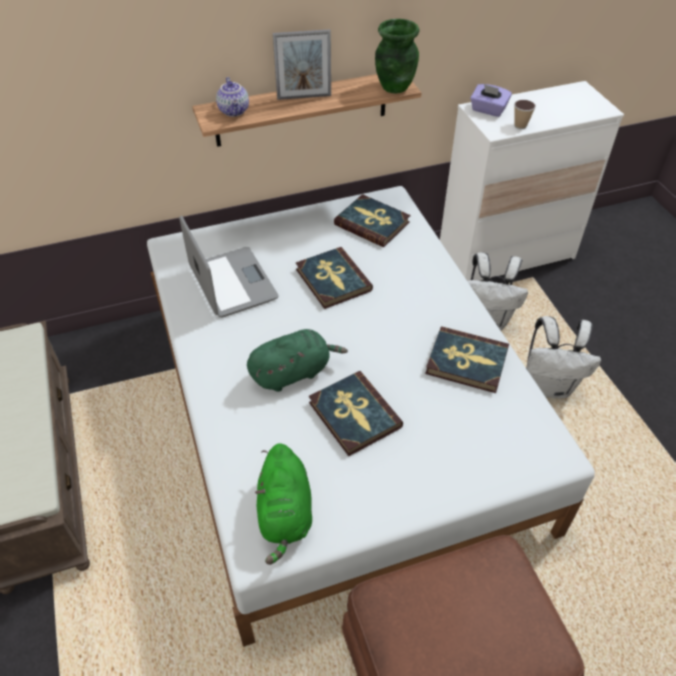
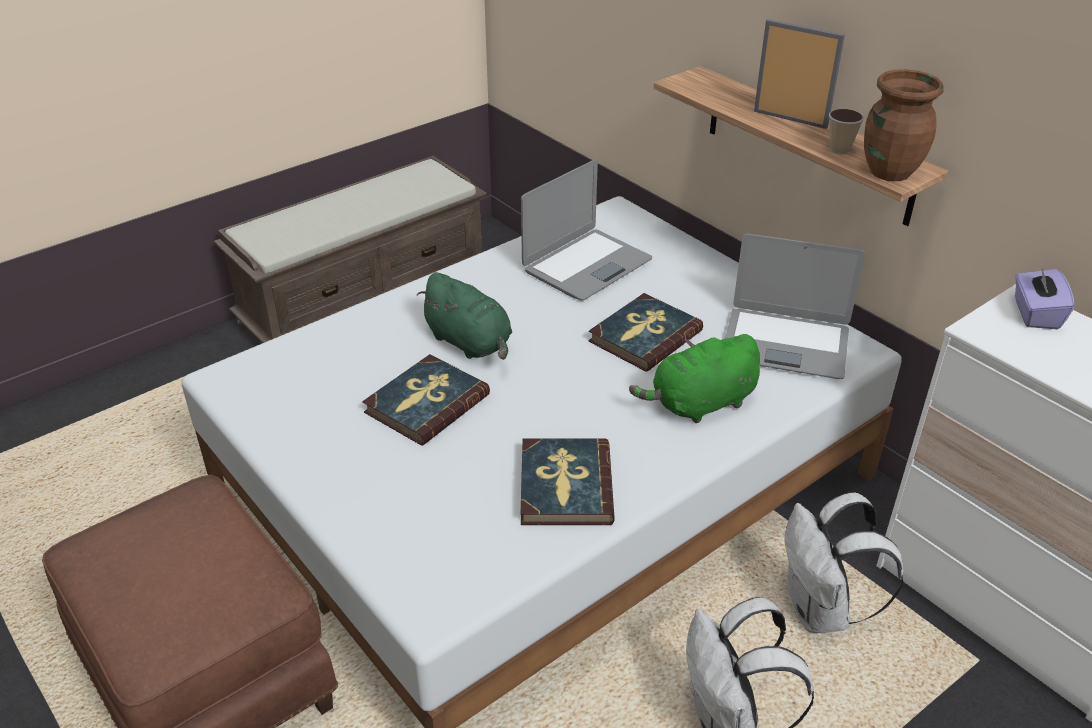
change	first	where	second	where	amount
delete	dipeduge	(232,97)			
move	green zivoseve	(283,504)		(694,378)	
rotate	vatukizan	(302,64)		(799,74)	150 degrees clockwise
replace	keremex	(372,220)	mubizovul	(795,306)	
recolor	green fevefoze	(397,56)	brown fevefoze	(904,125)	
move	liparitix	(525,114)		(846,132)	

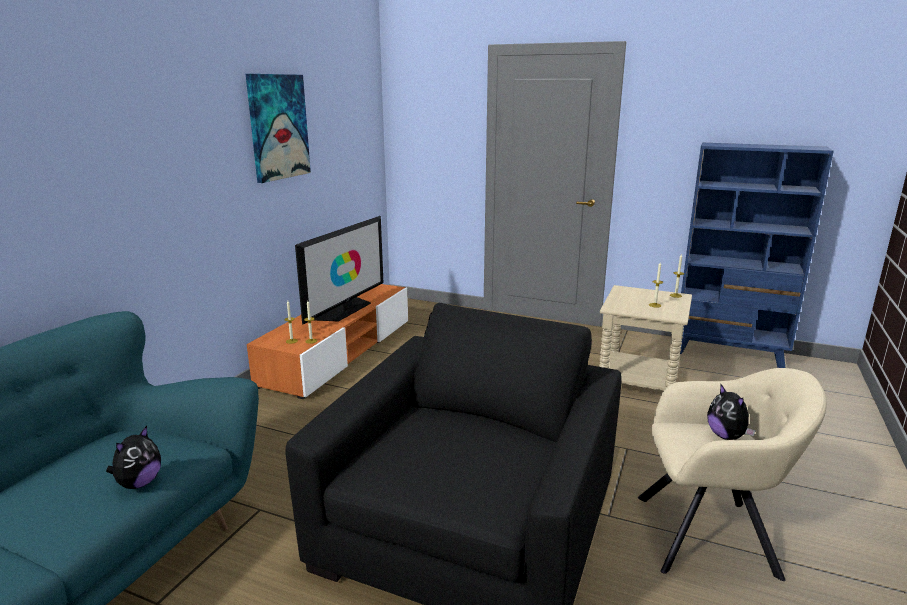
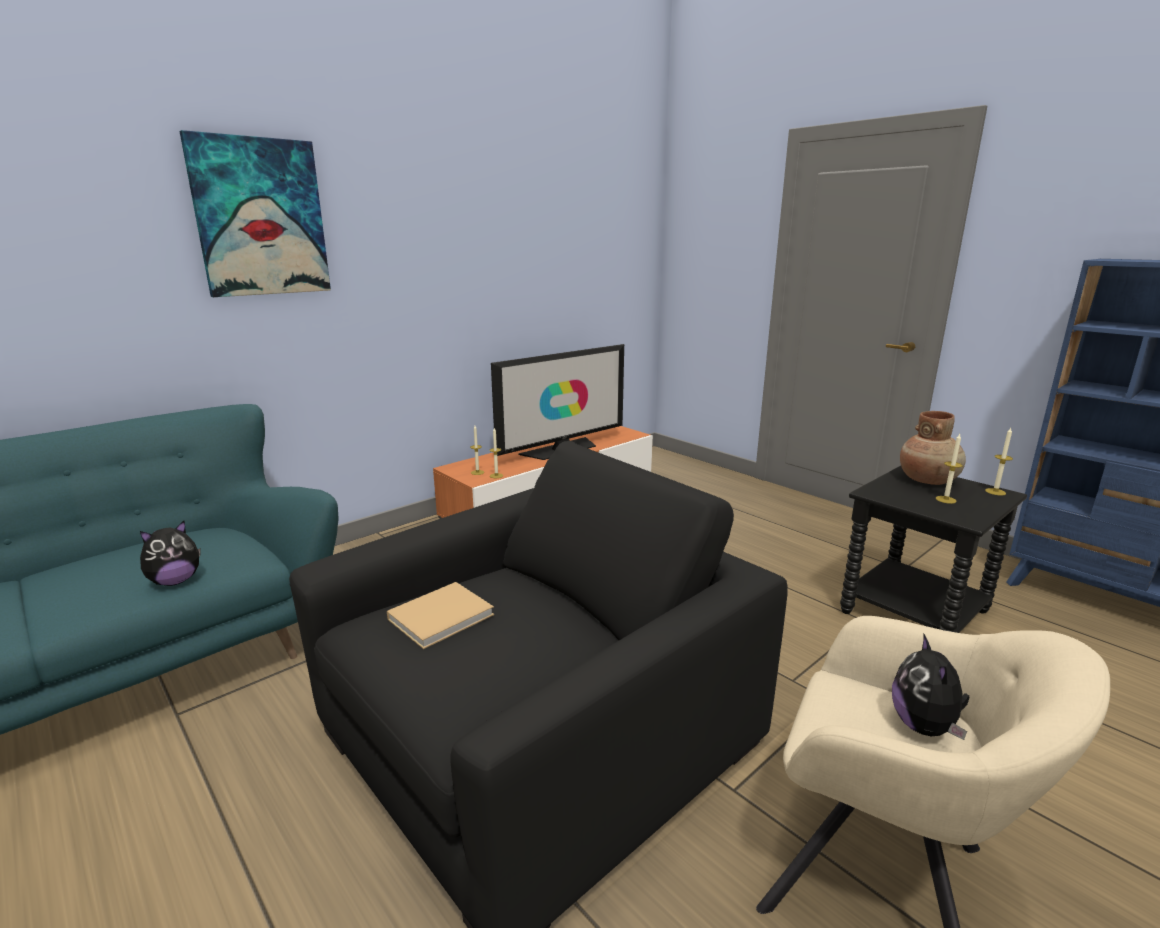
change	first	where	second	where	amount
move	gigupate	(278,128)		(255,213)	
recolor	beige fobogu	(645,338)	black fobogu	(933,549)	
insert			beige keremex	(440,615)	
insert			brown fevefoze	(933,448)	

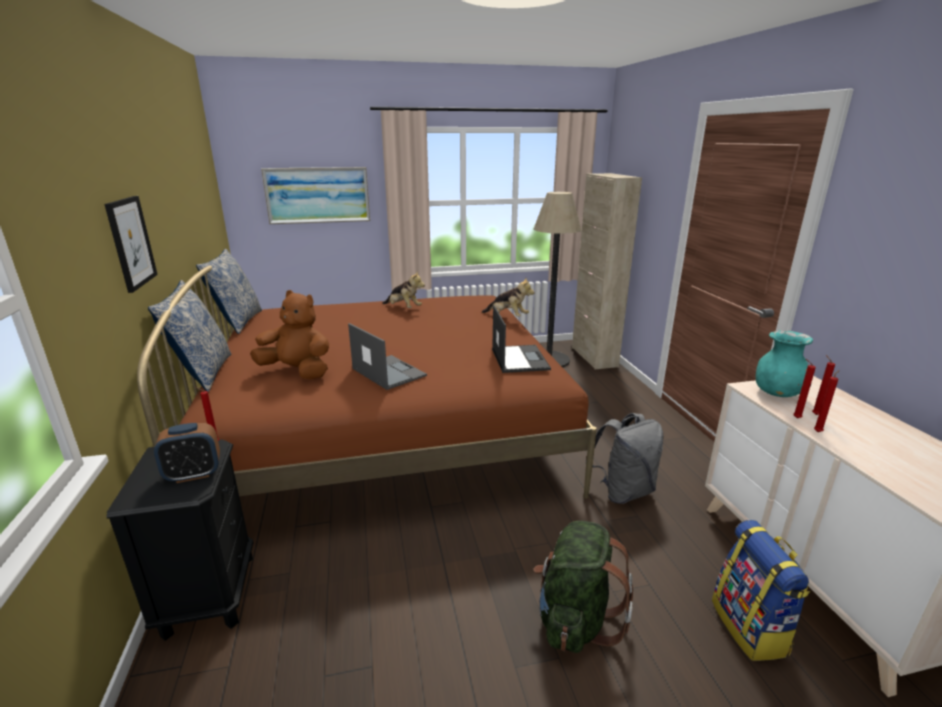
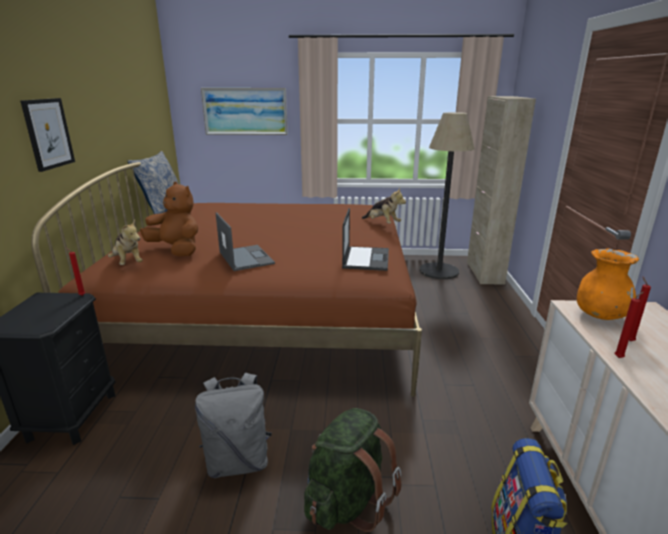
change	first	where	second	where	amount
delete	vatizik	(189,336)			
delete	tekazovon	(187,453)			
move	zivoseve	(403,289)		(125,242)	
move	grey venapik	(625,458)		(233,425)	
recolor	turquoise fevefoze	(784,363)	orange fevefoze	(608,284)	
delete	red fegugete	(804,388)			

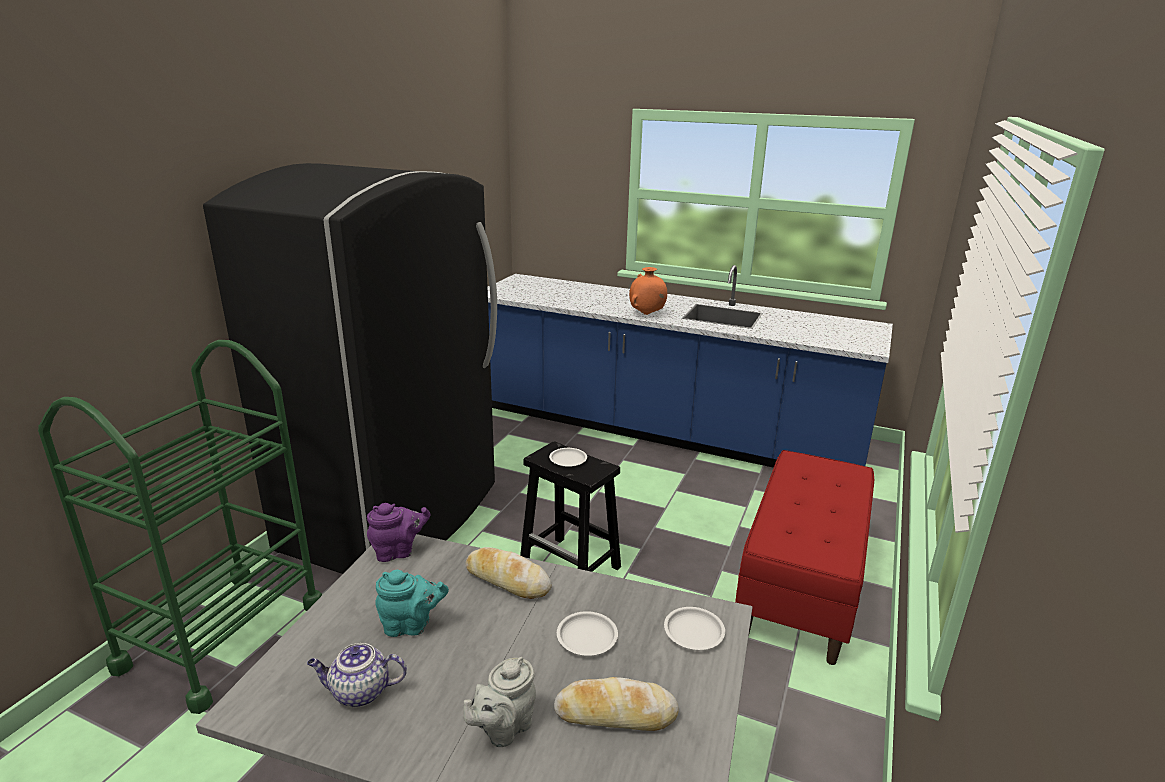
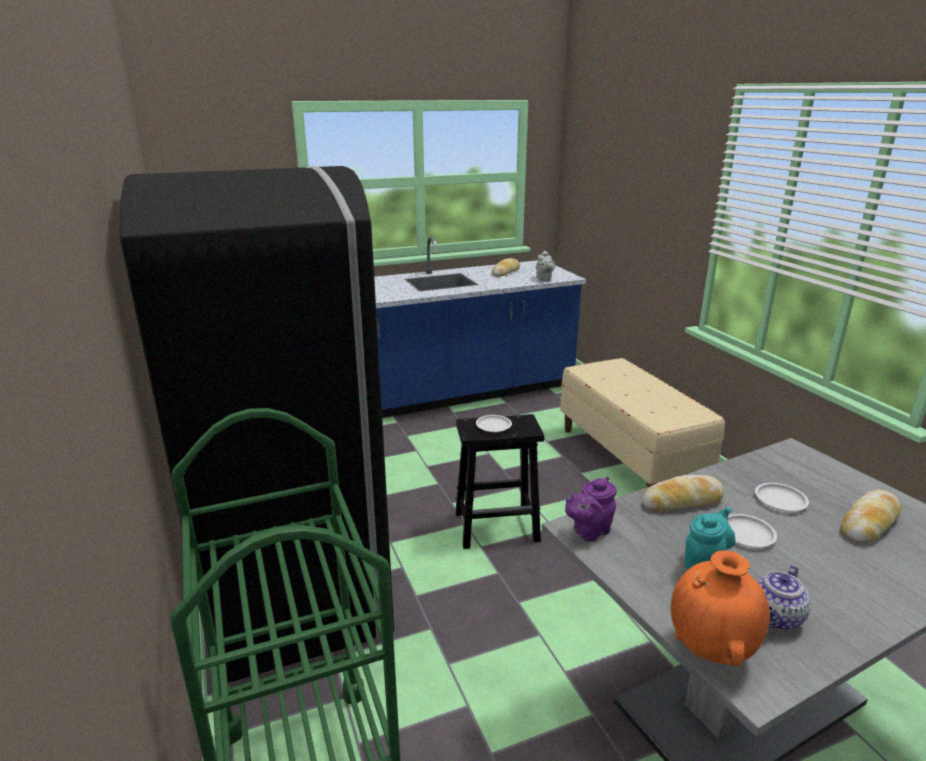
change	first	where	second	where	amount
rotate	purple dipeduge	(398,532)		(591,509)	150 degrees counterclockwise
move	grey dipeduge	(499,702)		(545,266)	
move	orange fevefoze	(648,291)		(720,608)	
move	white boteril	(694,628)		(752,530)	
recolor	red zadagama	(804,557)	beige zadagama	(642,422)	
insert			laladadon	(506,267)	

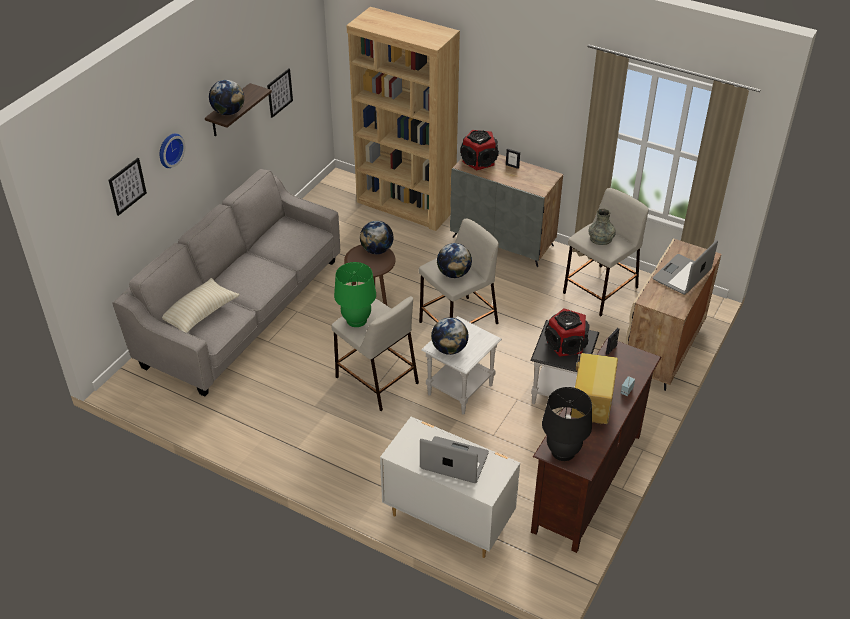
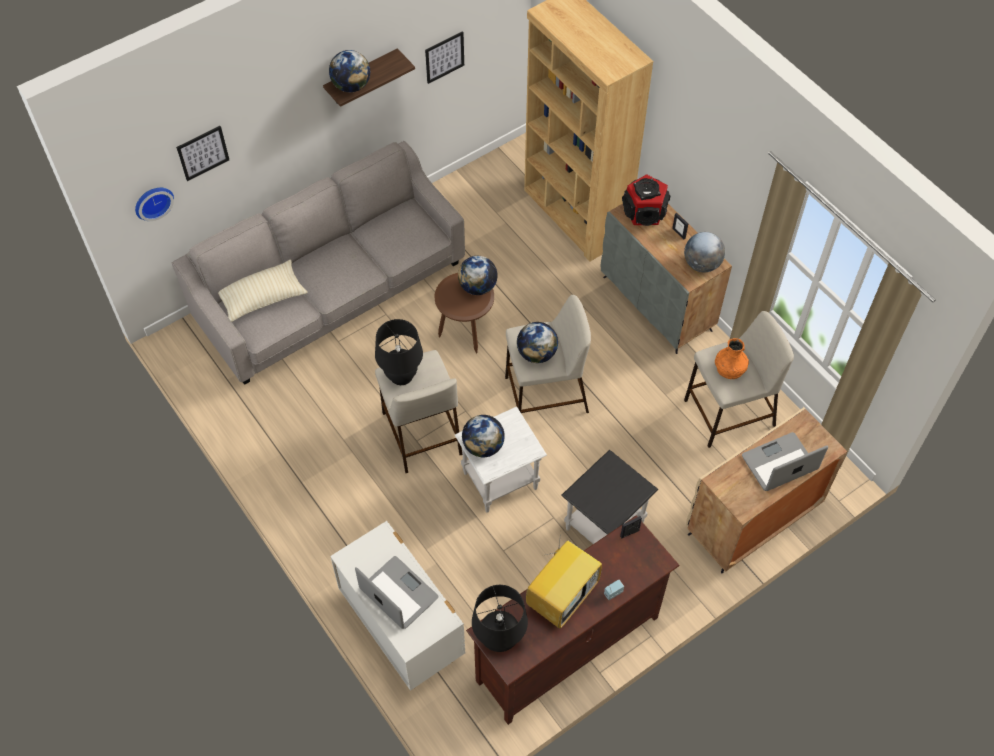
change	first	where	second	where	amount
move	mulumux	(172,150)		(154,204)	
recolor	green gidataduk	(355,294)	black gidataduk	(399,352)	
delete	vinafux	(567,332)			
recolor	grey fevefoze	(602,227)	orange fevefoze	(732,358)	
insert			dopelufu	(704,252)	

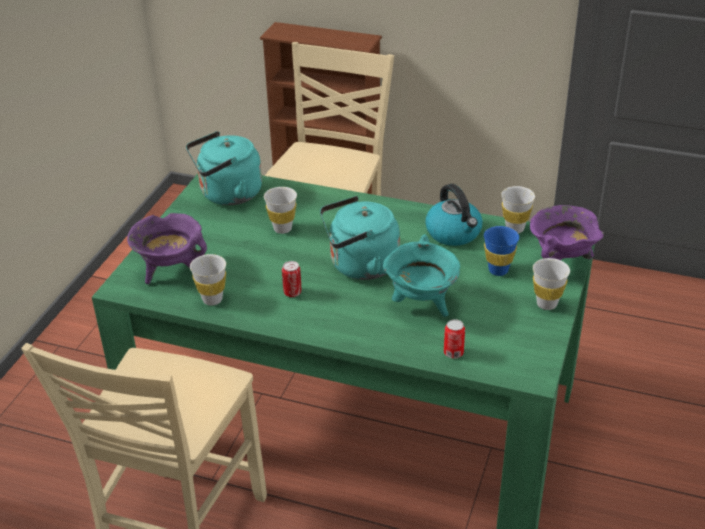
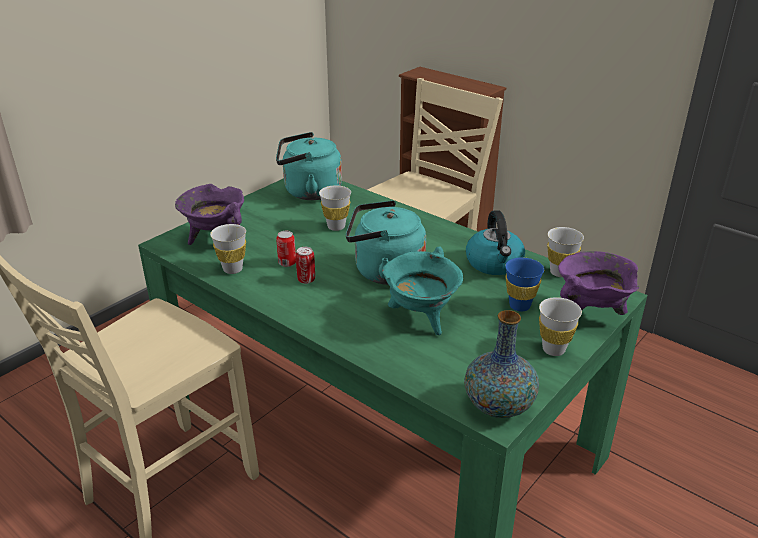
change	first	where	second	where	amount
move	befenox	(454,339)		(286,249)	
insert			fevefoze	(501,364)	

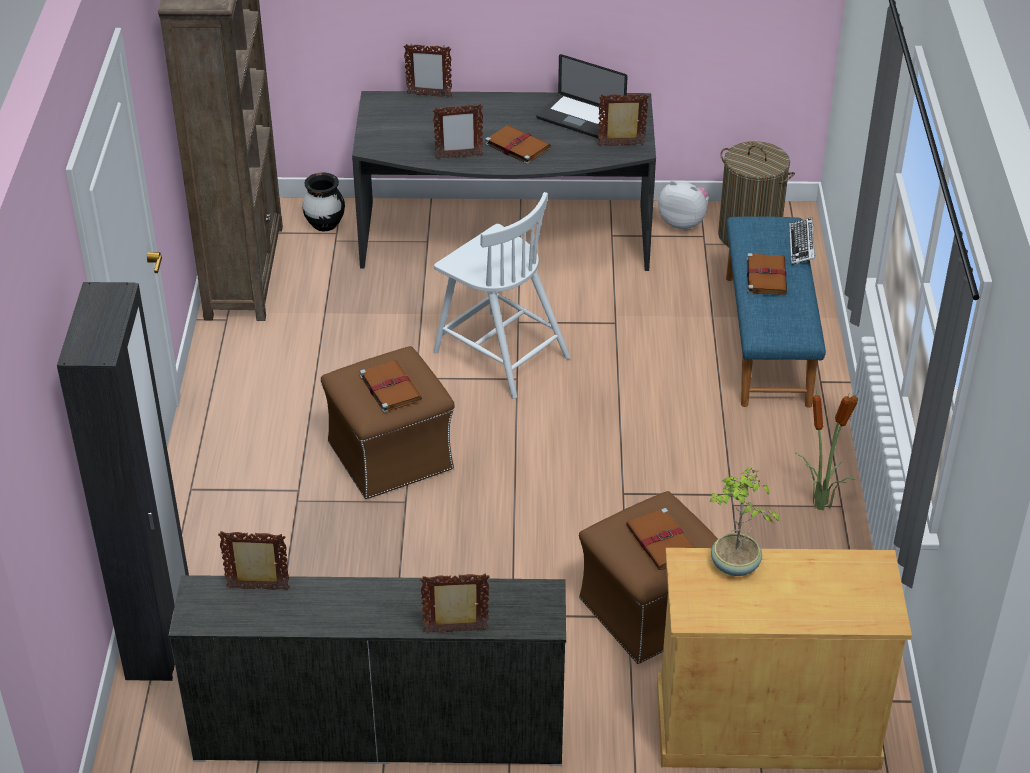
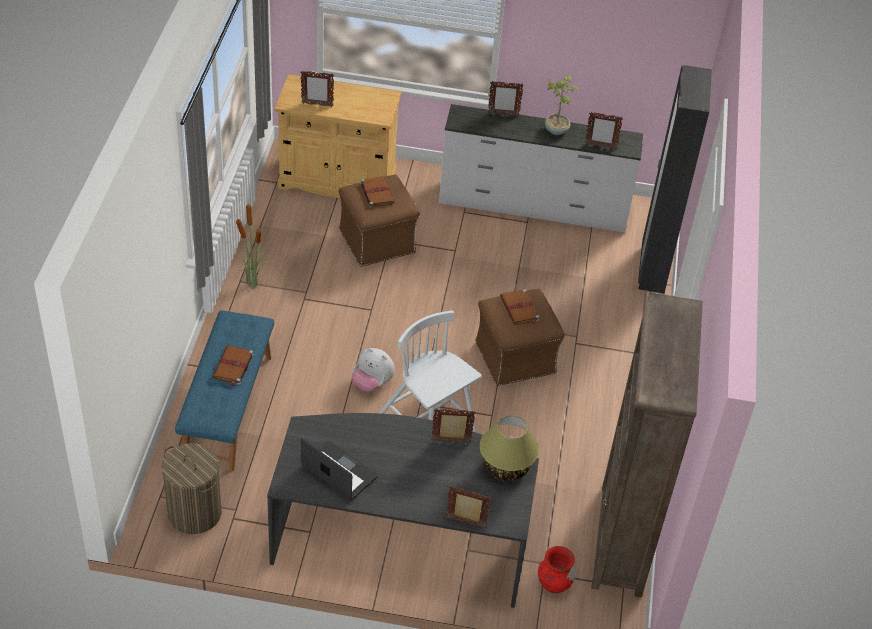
change	first	where	second	where	amount
recolor	black fevefoze	(323,202)	red fevefoze	(557,569)	
delete	brown keremex	(518,144)			
move	vatukizan	(623,120)		(317,89)	
move	zivoseve	(683,206)		(373,370)	
move	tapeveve	(744,521)		(562,106)	
delete	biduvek	(802,241)			
insert			gidataduk	(509,448)	

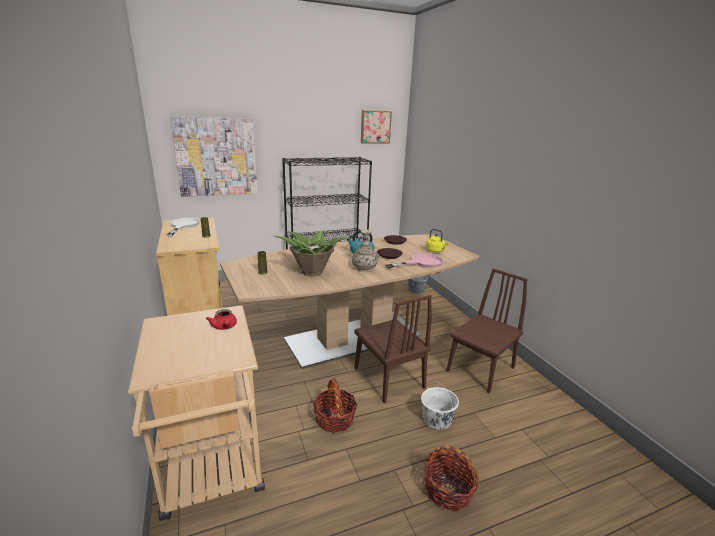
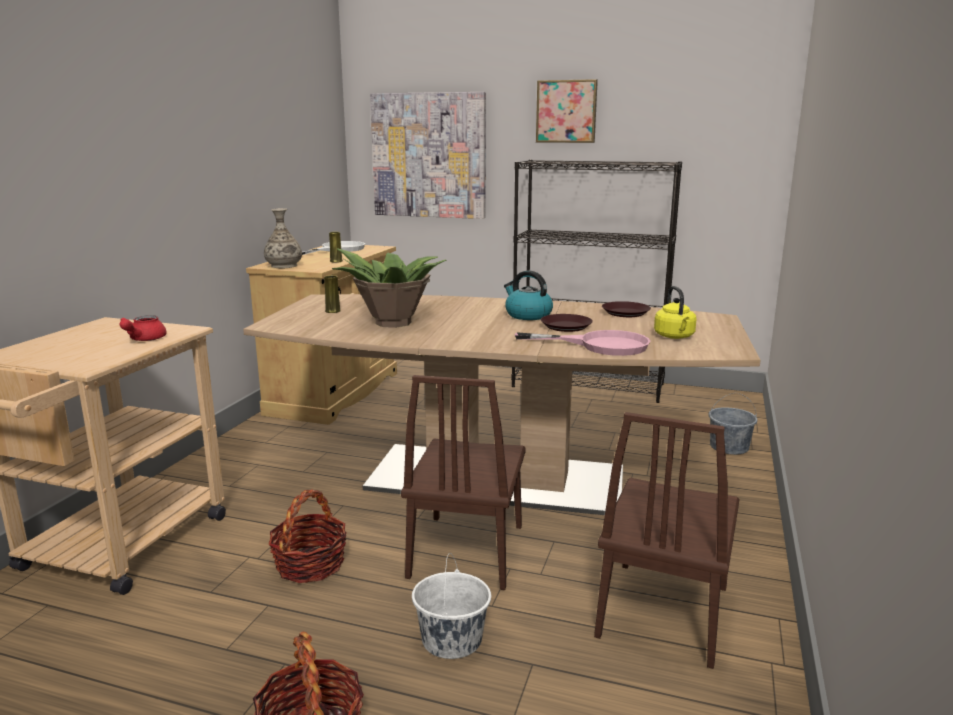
change	first	where	second	where	amount
move	fevefoze	(365,251)		(283,238)	
move	gigupate	(376,127)		(567,111)	
rotate	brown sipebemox	(487,330)		(666,540)	120 degrees clockwise

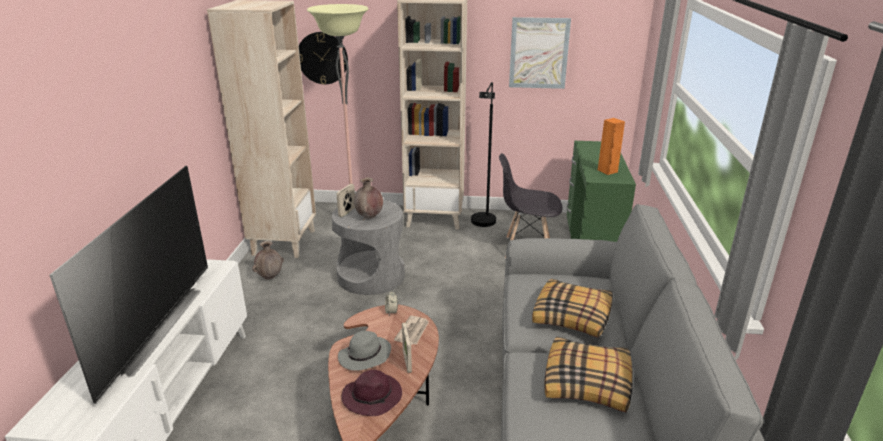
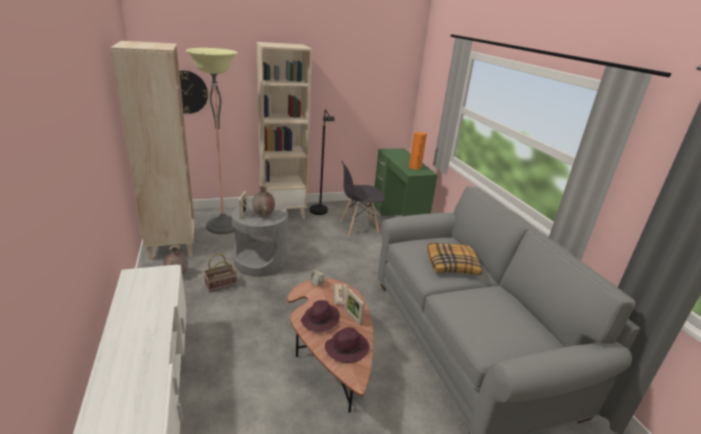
change	first	where	second	where	amount
delete	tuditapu	(129,285)			
recolor	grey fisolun	(364,351)	purple fisolun	(320,316)	
delete	gigupate	(540,53)			
delete	vatizik	(589,374)			
insert			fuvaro	(220,273)	

